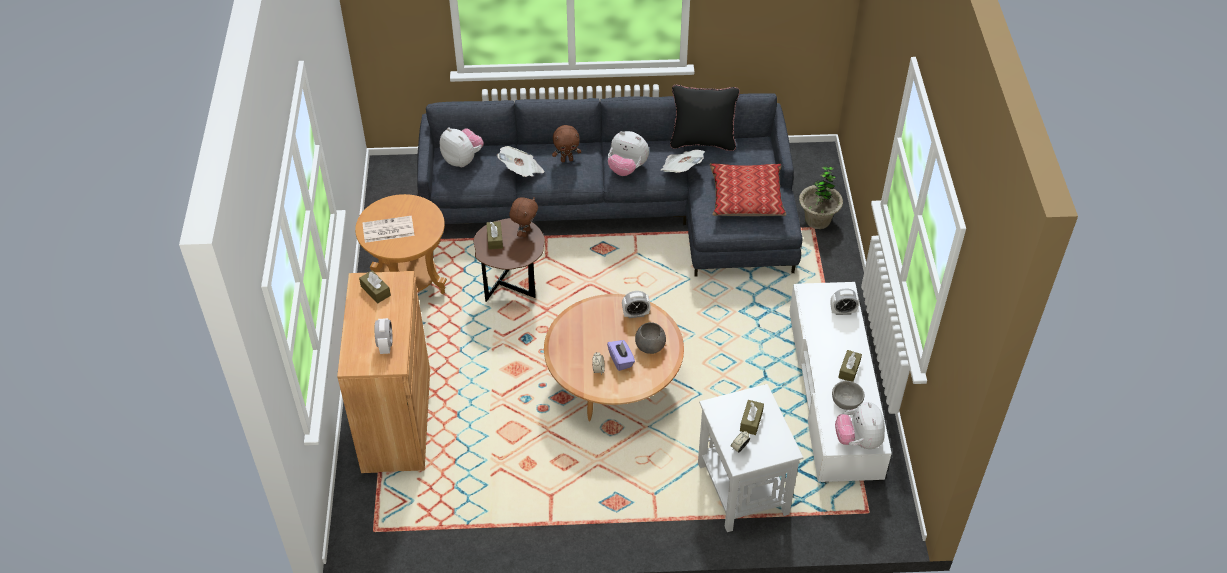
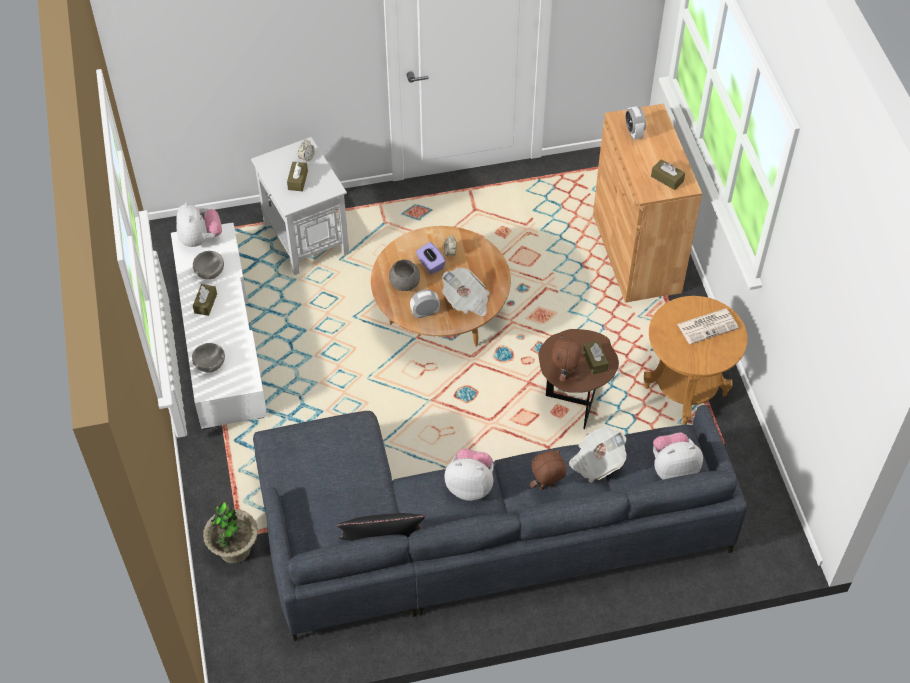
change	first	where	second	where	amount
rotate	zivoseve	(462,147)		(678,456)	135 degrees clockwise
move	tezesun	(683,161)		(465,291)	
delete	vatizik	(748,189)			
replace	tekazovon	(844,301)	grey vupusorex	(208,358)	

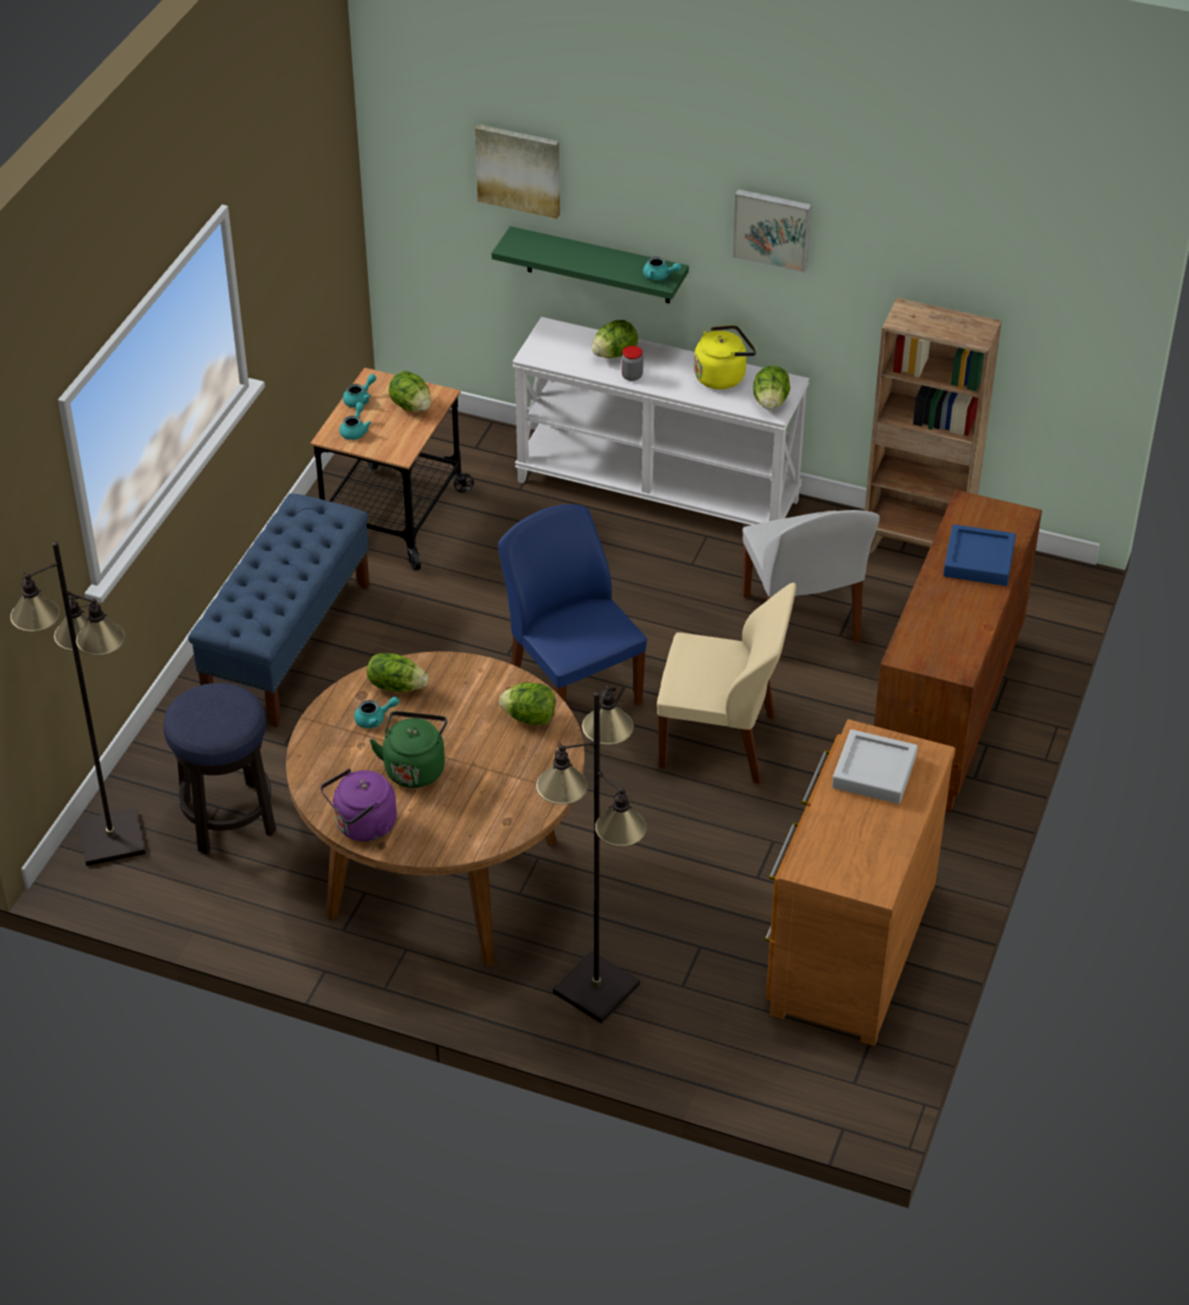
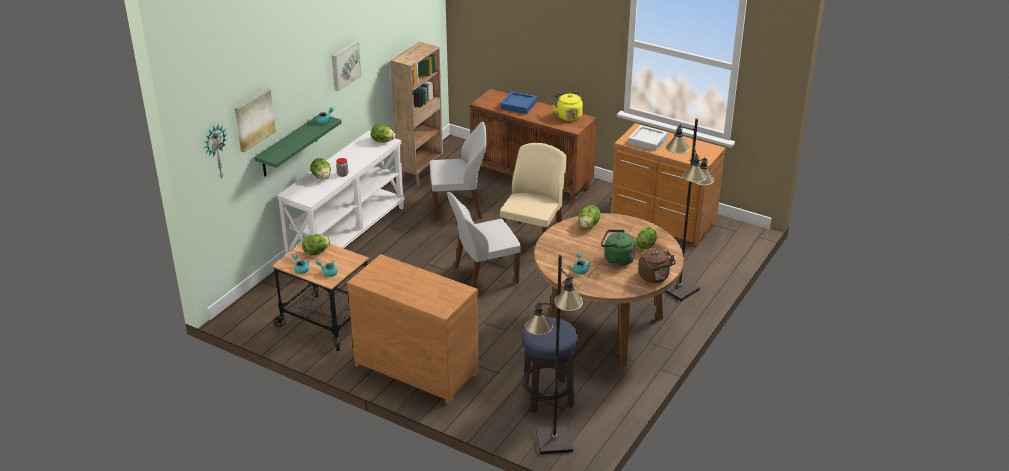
change	first	where	second	where	amount
replace	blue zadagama	(279,610)	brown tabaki	(413,329)	
recolor	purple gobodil	(359,805)	brown gobodil	(657,265)	
move	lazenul	(398,672)		(646,238)	
recolor	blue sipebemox	(572,605)	white sipebemox	(484,240)	
move	yellow gobodil	(725,357)		(567,106)	
insert			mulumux	(216,151)	

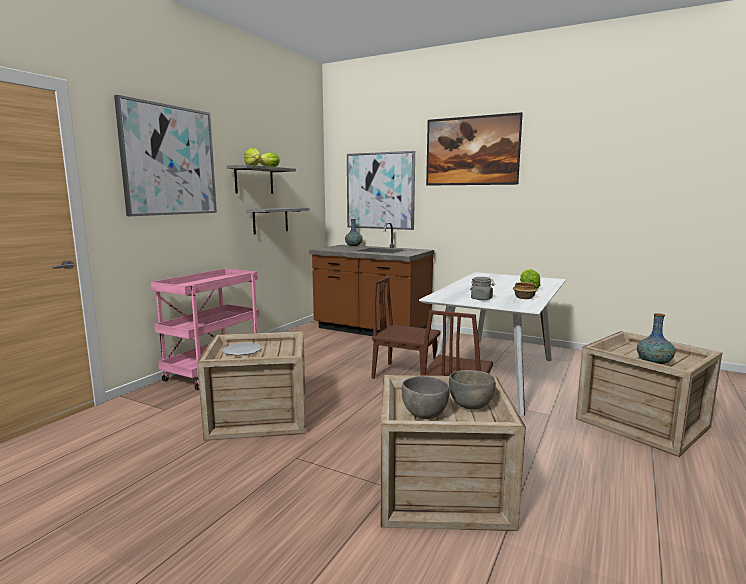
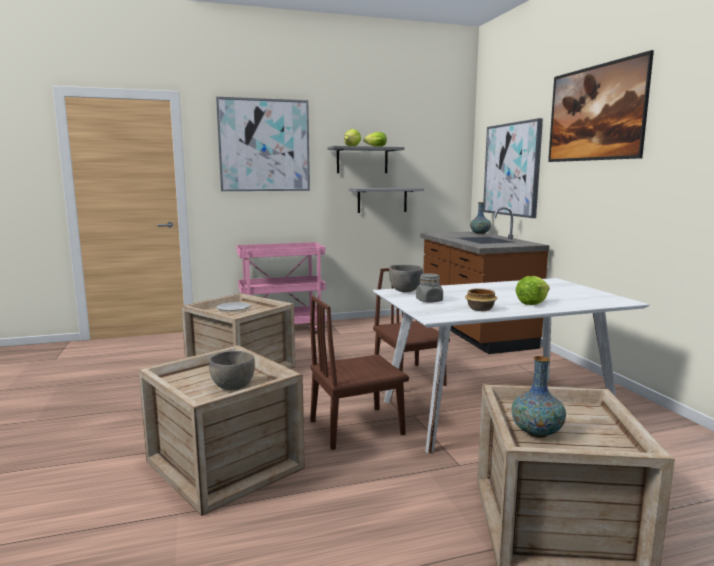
change	first	where	second	where	amount
move	grey vupusorex	(426,397)		(406,278)	

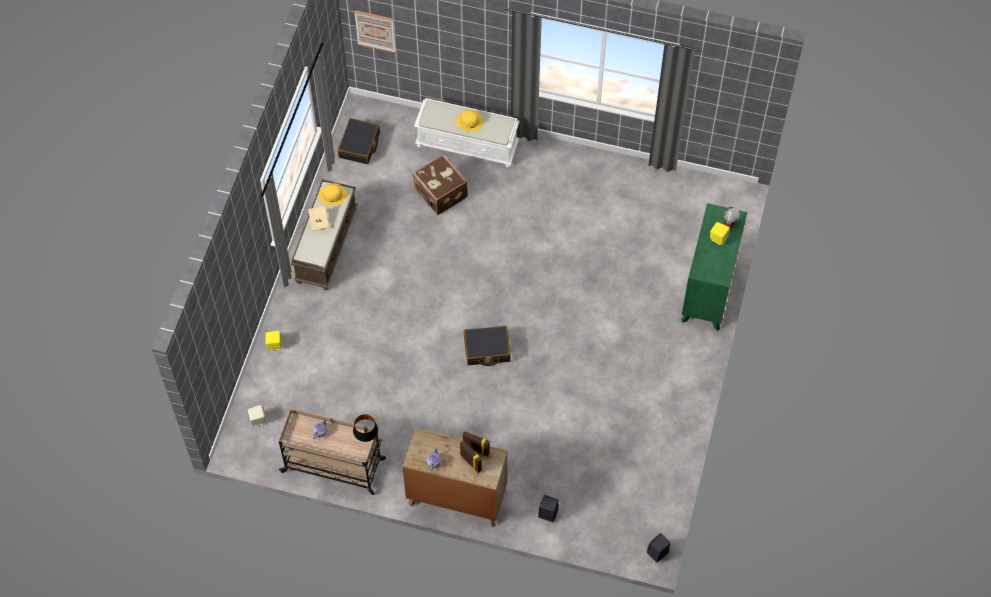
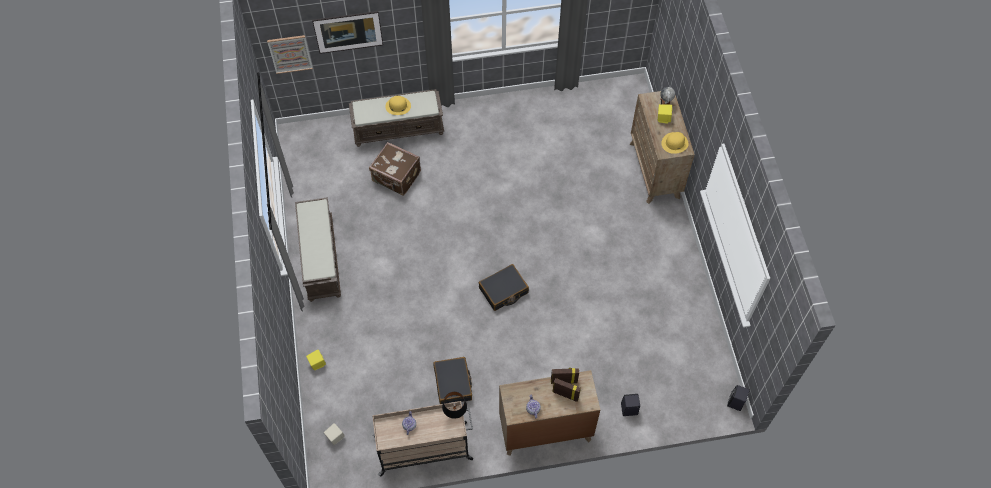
change	first	where	second	where	amount
delete	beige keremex	(319,218)			
move	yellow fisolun	(332,194)		(675,143)	
move	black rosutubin	(359,141)		(452,380)	
recolor	white zadagama	(466,133)	brown zadagama	(396,118)	
recolor	green tabaki	(714,267)	brown tabaki	(662,147)	
insert			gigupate	(347,32)	

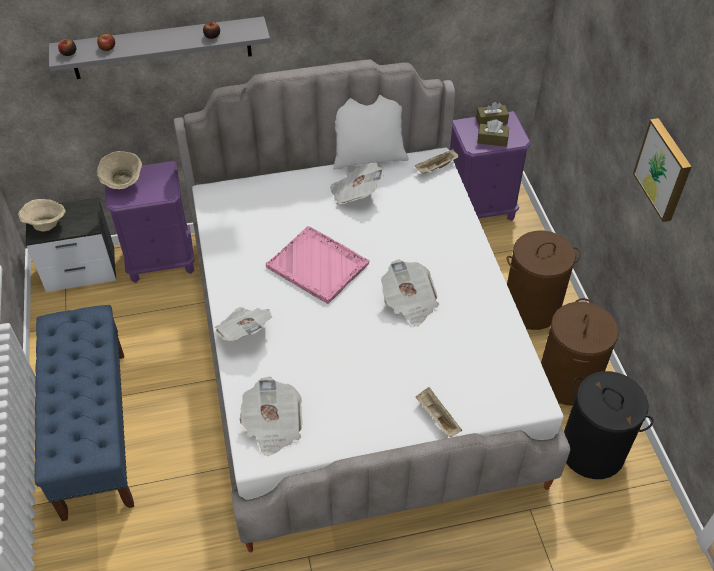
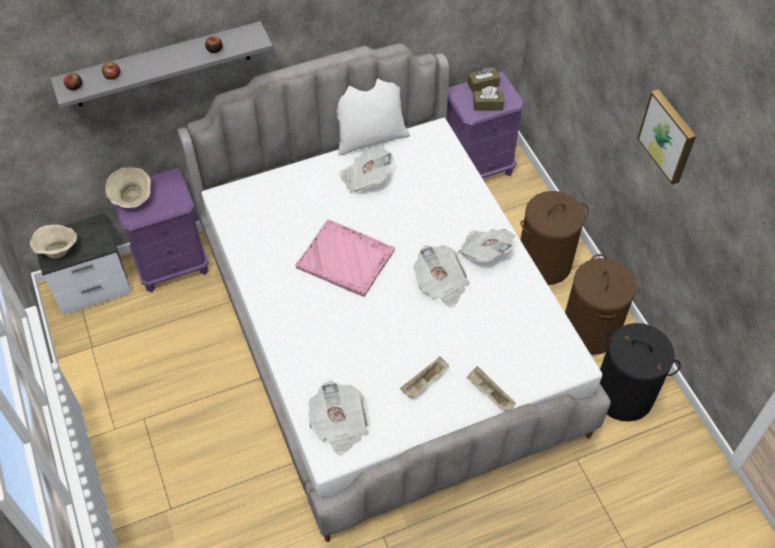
change	first	where	second	where	amount
delete	blue zadagama	(84,413)			
move	tezesun	(243,324)		(487,245)	
move	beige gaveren	(436,161)		(424,378)	

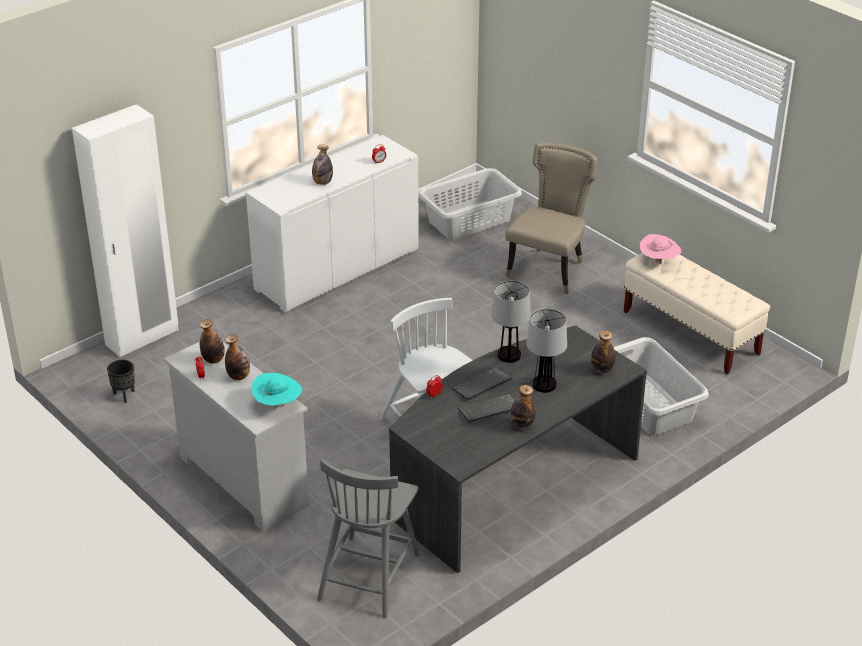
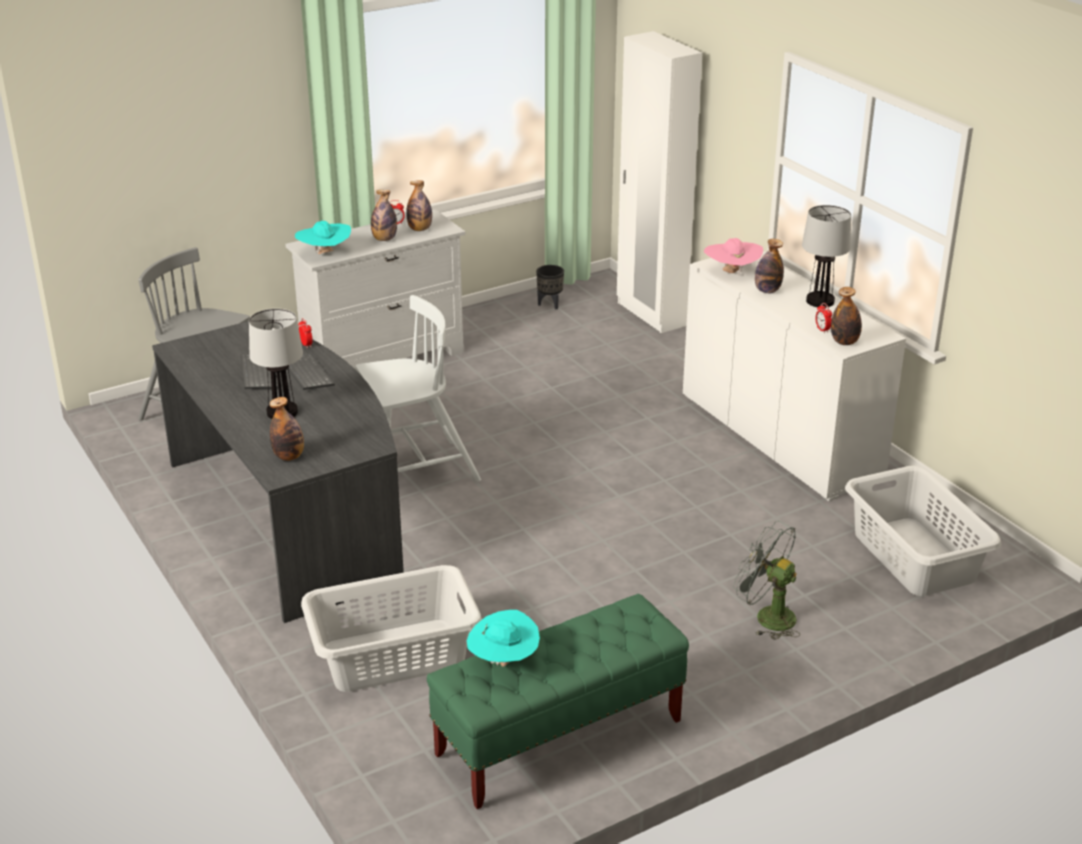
change	first	where	second	where	amount
move	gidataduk	(511,322)		(826,256)	
replace	beige sipebemox	(551,218)	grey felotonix	(766,580)	
move	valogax	(522,407)		(846,316)	
recolor	beige zadagama	(697,313)	green zadagama	(558,701)	
move	pink fisolun	(660,249)		(733,257)	
insert			turquoise fisolun	(503,638)	

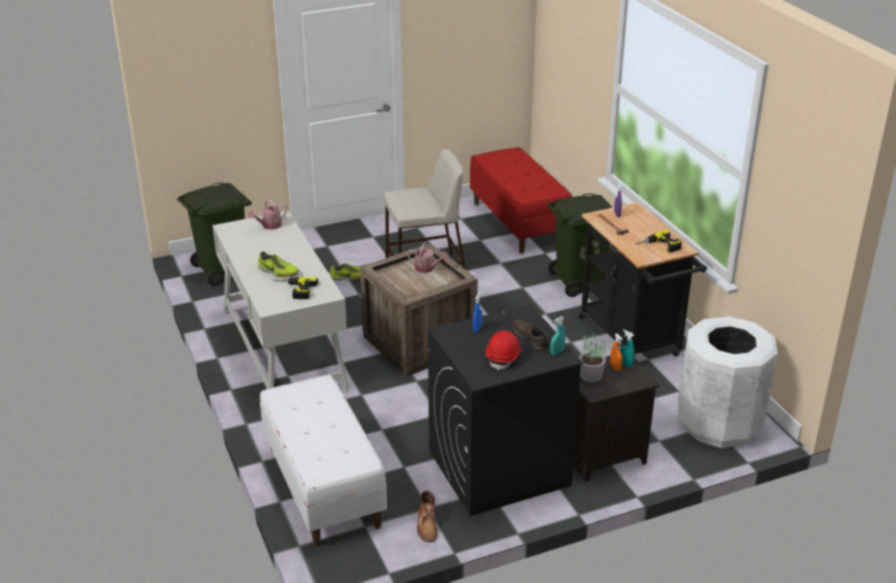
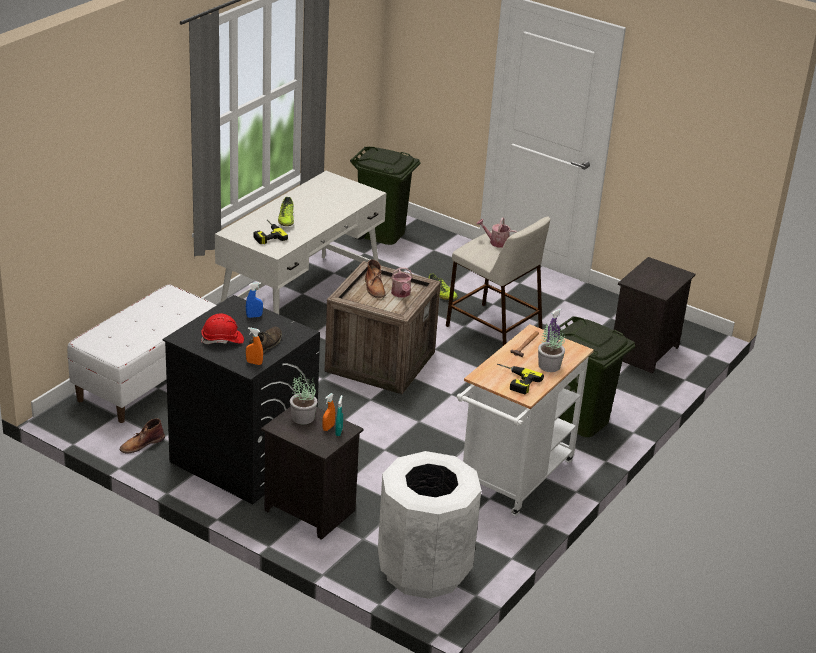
change	first	where	second	where	amount
move	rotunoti	(267,214)		(496,233)	
replace	red zadagama	(521,200)	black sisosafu	(654,315)	
recolor	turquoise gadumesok	(558,335)	orange gadumesok	(254,346)	
recolor	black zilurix	(643,279)	white zilurix	(525,420)	
insert			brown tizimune	(375,279)	
insert			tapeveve	(551,346)	

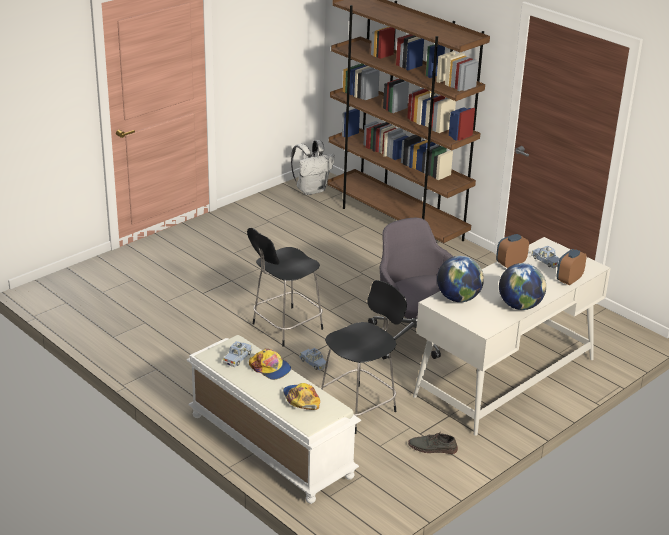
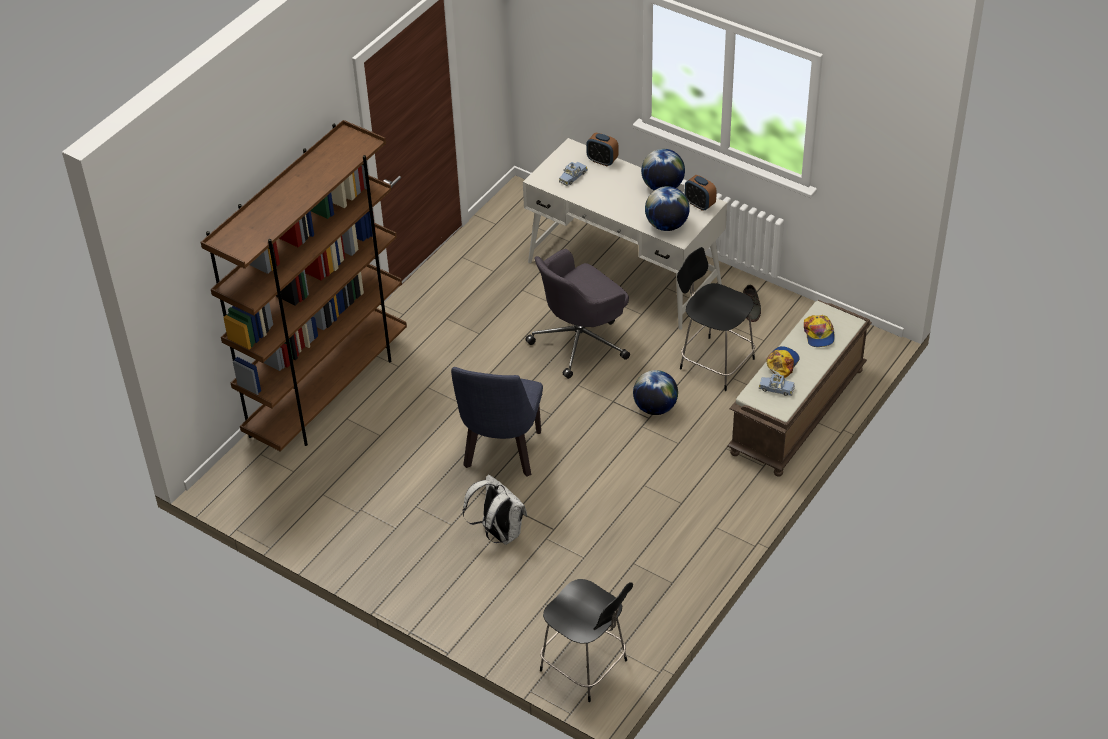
change	first	where	second	where	amount
recolor	white zadagama	(274,419)	brown zadagama	(799,388)	
move	black sipebemox	(285,287)		(586,640)	
rotate	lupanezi	(301,396)		(819,331)	60 degrees counterclockwise
move	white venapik	(313,167)		(494,509)	
replace	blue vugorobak	(313,359)	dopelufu	(655,392)	
move	tekazovon	(512,251)		(700,193)	
insert			blue sipebemox	(497,422)	

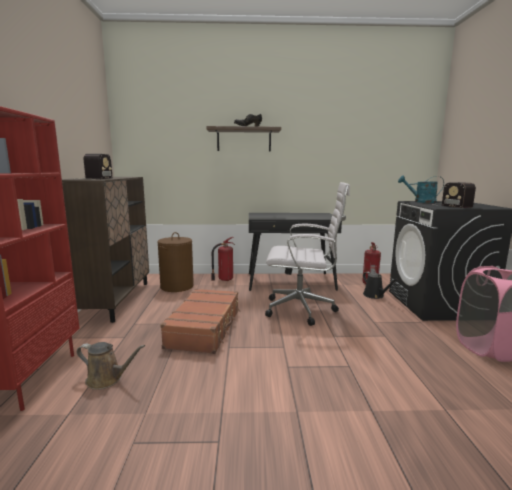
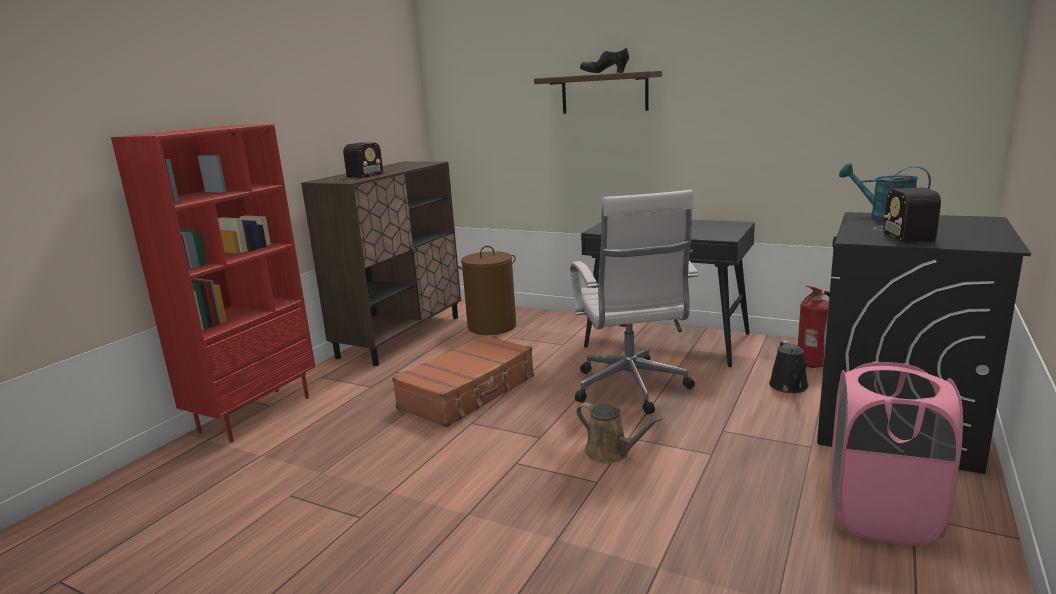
change	first	where	second	where	amount
move	brown rotunoti	(111,366)		(619,433)	
delete	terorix	(223,259)			
rotate	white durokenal	(307,254)		(634,302)	45 degrees clockwise

